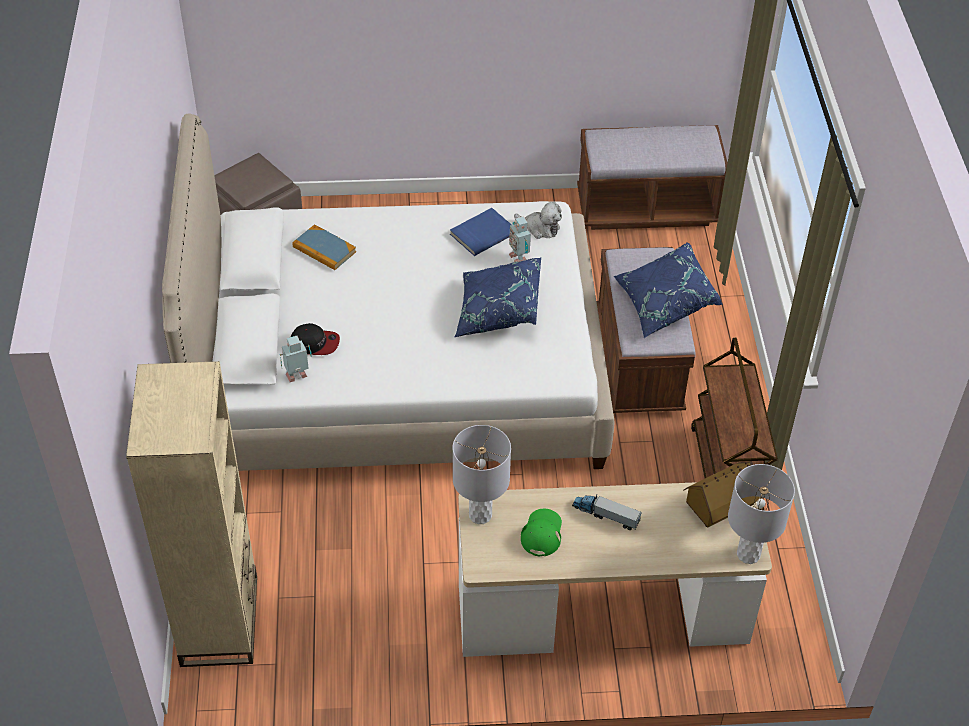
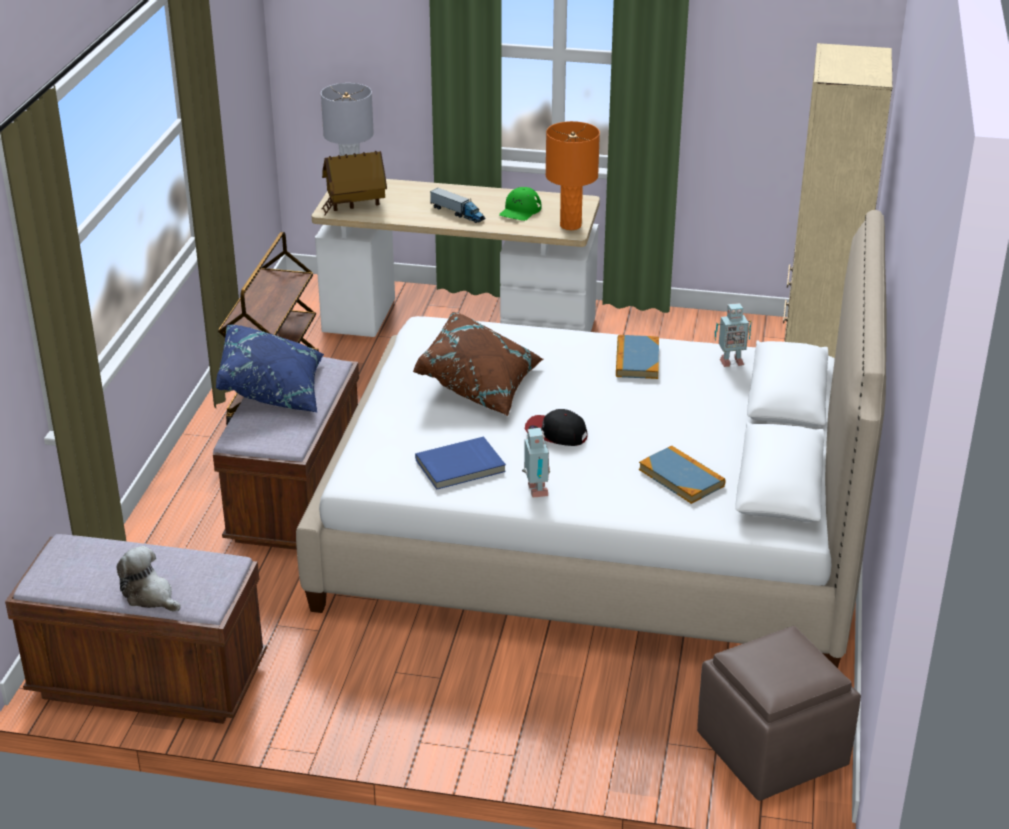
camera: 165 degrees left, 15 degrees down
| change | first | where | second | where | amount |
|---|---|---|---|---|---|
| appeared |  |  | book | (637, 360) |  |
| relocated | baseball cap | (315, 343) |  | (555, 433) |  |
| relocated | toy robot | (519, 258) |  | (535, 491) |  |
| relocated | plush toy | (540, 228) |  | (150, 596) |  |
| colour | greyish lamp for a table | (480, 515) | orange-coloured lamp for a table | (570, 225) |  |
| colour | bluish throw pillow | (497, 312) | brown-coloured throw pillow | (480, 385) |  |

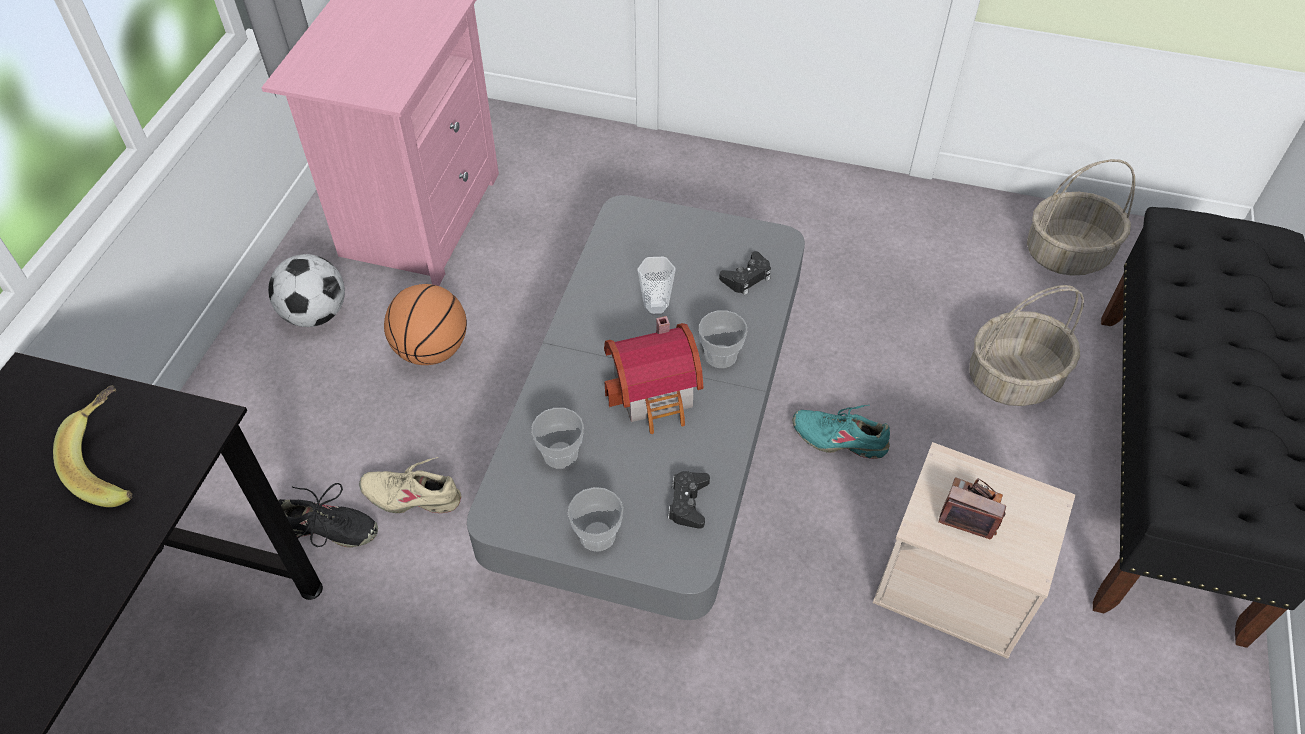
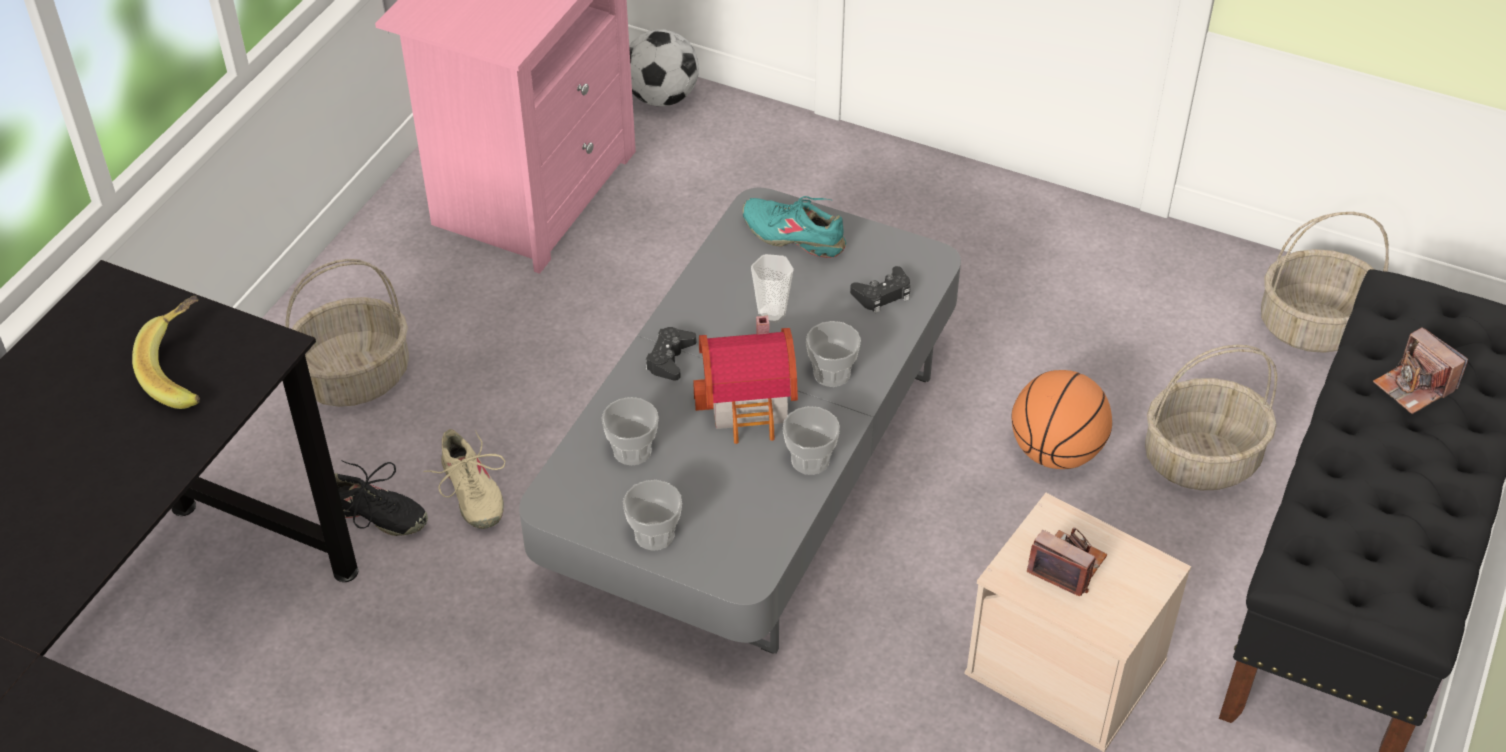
camera: 10 degrees right, 5 degrees down
| change | first | where | second | where | amount |
|---|---|---|---|---|---|
| appeared |  |  | household basket | (355, 376) |  |
| appeared |  |  | drinking cup | (810, 460) |  |
| appeared |  |  | still camera | (1414, 387) |  |
| relocated | ball for football | (315, 314) |  | (662, 98) |  |
| relocated | basketball ball | (432, 350) |  | (1056, 452) |  |
| relocated | black joypad | (688, 503) |  | (670, 358) |  |
| relocated | blue-green low shoe | (839, 438) |  | (794, 235) |  |
| spun | beige-coloured low shoe | (412, 496) |  | (471, 493) | 135 degrees counterclockwise |

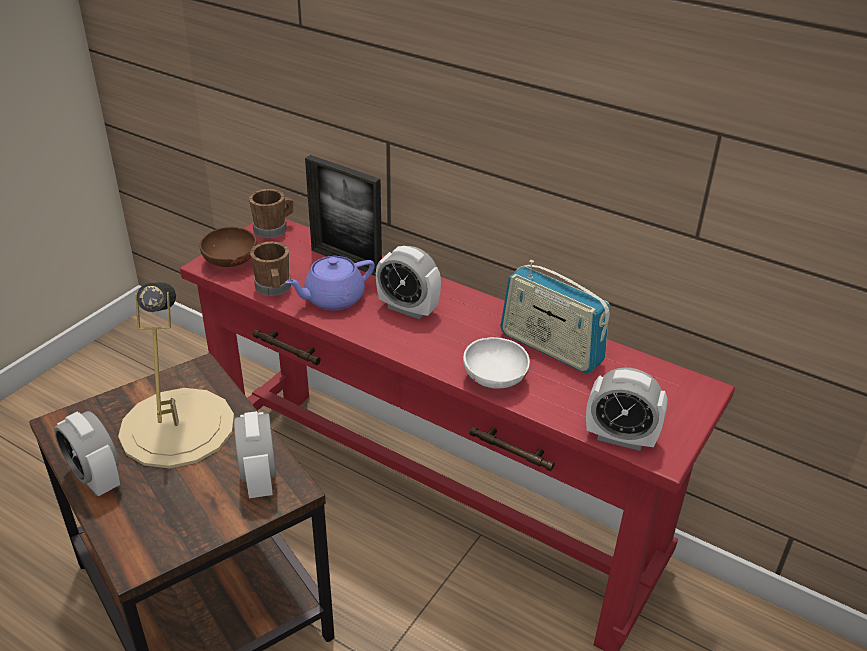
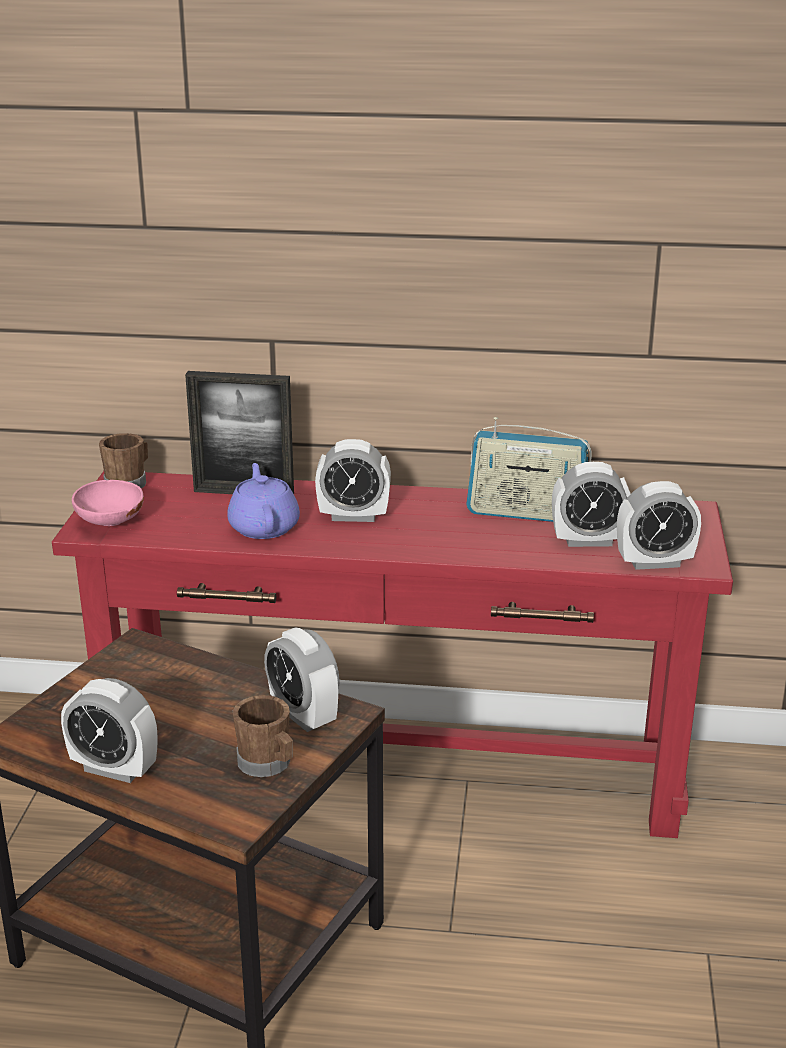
camera: 25 degrees left, 10 degrees down
| change | first | where | second | where | amount |
|---|---|---|---|---|---|
| missing | beige-coloured lamp for a table | (177, 427) |  |  |  |
| missing | white bowl | (494, 381) |  |  |  |
| appeared |  |  | table clock | (588, 541) |  |
| relocated | brown-coloured tea mug | (274, 289) |  | (268, 765) |  |
| colour | brown-coloured bowl | (230, 263) | pink-coloured bowl | (110, 523) |  |
| spun | purplish teapot | (333, 299) |  | (264, 527) | 135 degrees clockwise |

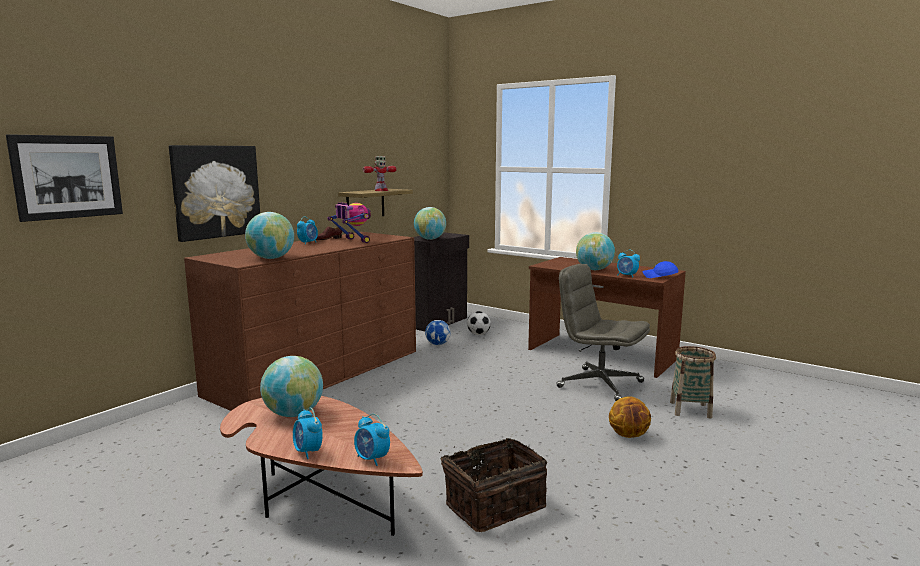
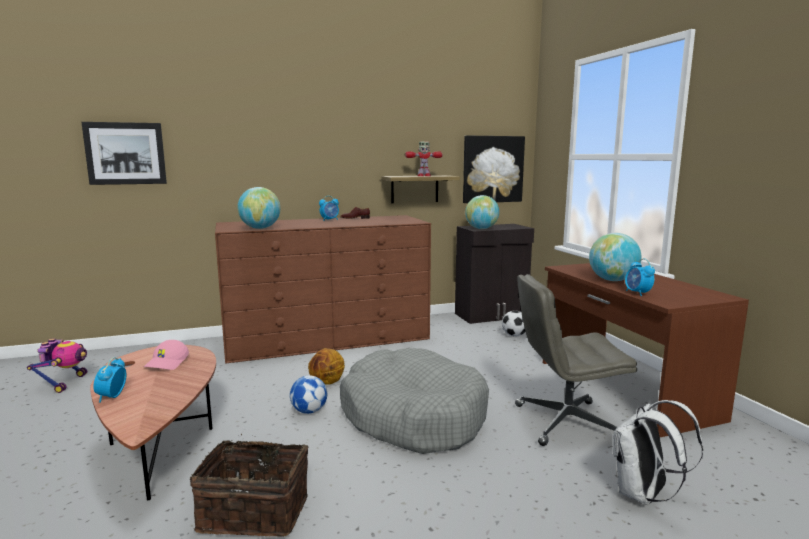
camera: 35 degrees right, 0 degrees up
| change | first | where | second | where | amount |
|---|---|---|---|---|---|
| missing | table clock | (372, 459) |  |  |  |
| missing | bluish baseball cap | (659, 276) |  |  |  |
| appeared |  |  | greyish dog cushion | (413, 416) |  |
| relocated | wall picture | (216, 191) |  | (492, 169) |  |
| relocated | toy robot | (352, 241) |  | (65, 383) |  |
| relocated | ball for football | (437, 344) |  | (309, 411) |  |
| relocated | basketball ball | (629, 435) |  | (327, 383) |  |
| exchanged | desk globe | (293, 414) | pink-coloured baseball cap | (167, 363) |  |
| exchanged | household basket | (690, 410) | white rucksack | (644, 495) |  |
| spun | greyish desk chair | (599, 384) |  | (565, 423) | 75 degrees counterclockwise |

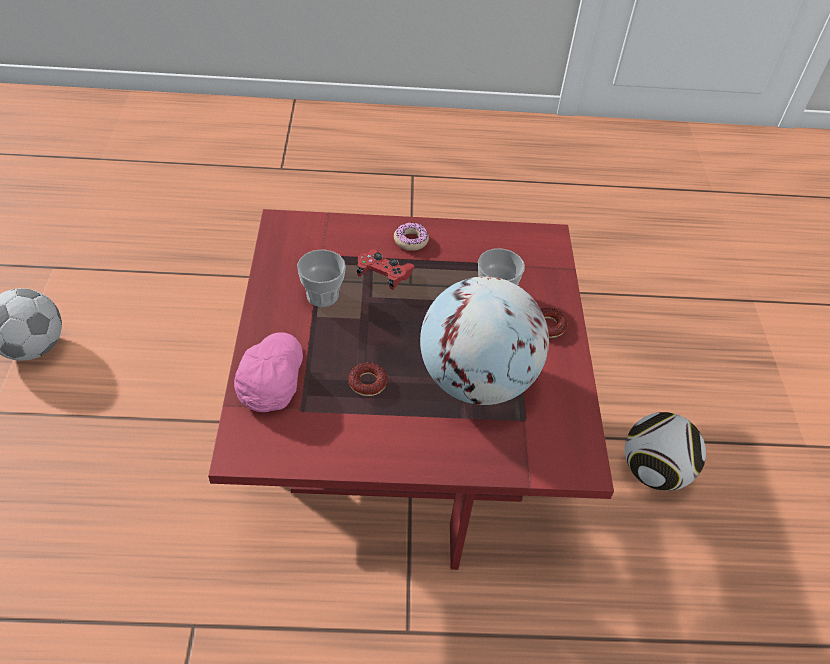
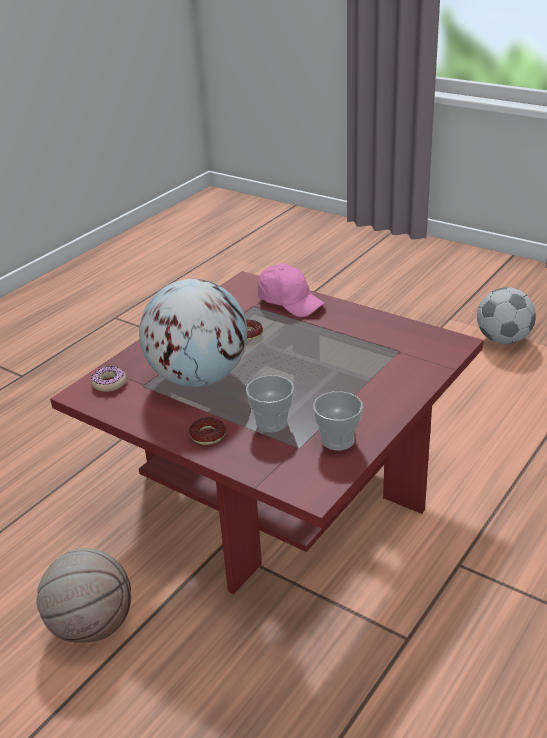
camera: 130 degrees right, 15 degrees down
| change | first | where | second | where | amount |
|---|---|---|---|---|---|
| missing | reddish joypad | (384, 275) |  |  |  |
| relocated | drinking cup | (322, 295) |  | (338, 440) |  |
| relocated | donut | (411, 240) |  | (109, 383) |  |
| exchanged | ball for football | (653, 471) | basketball ball | (91, 625) |  |

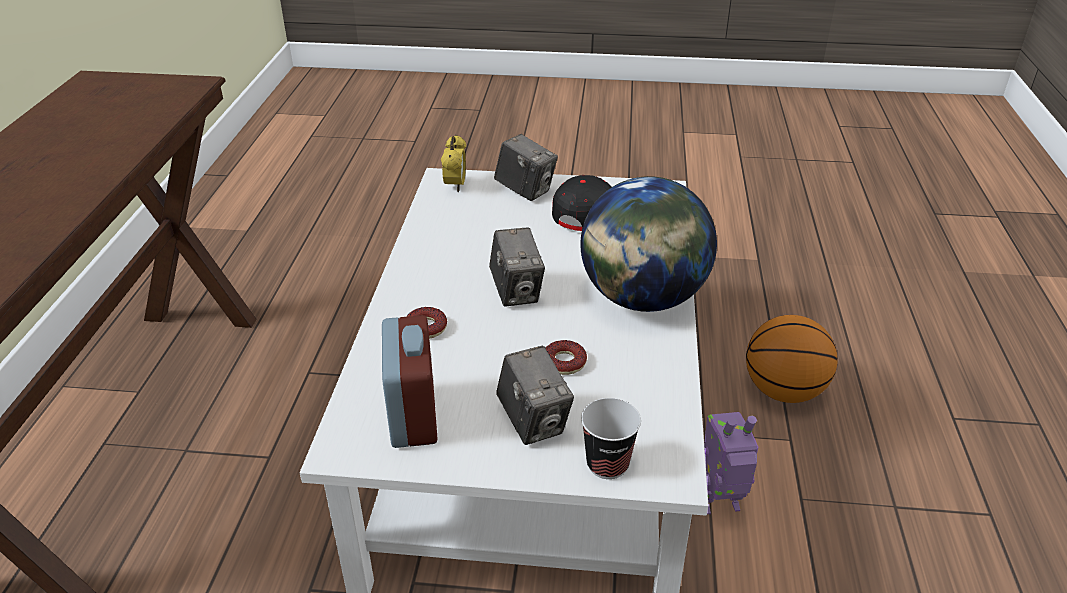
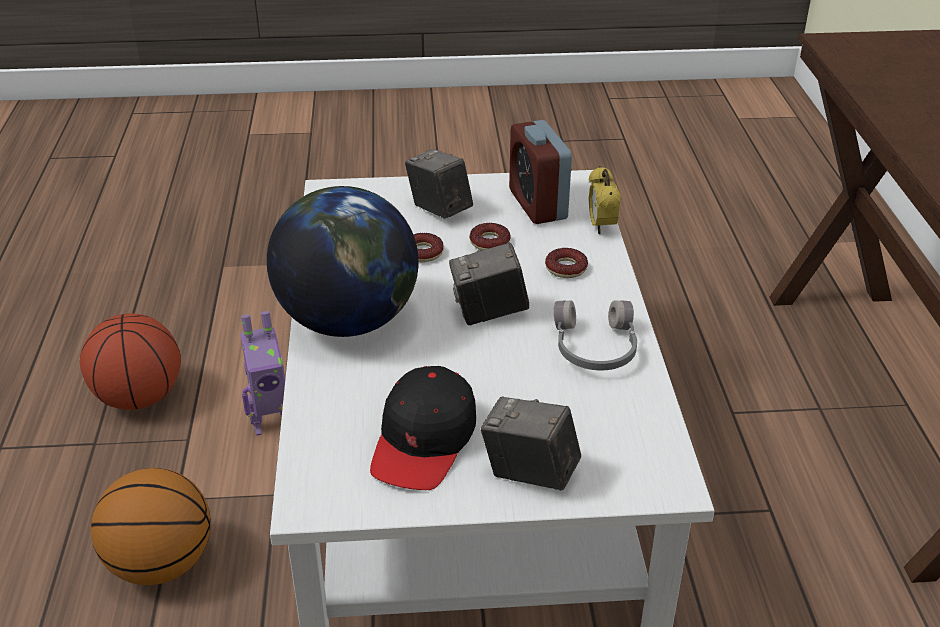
camera: 170 degrees right, 0 degrees up
| change | first | where | second | where | amount |
|---|---|---|---|---|---|
| missing | drinking cup | (607, 464) |  |  |  |
| appeared |  |  | basketball ball | (139, 397) |  |
| appeared |  |  | donut | (490, 242) |  |
| appeared |  |  | greyish pair of headphones | (593, 348) |  |
| relocated | table clock | (455, 186) |  | (601, 227) |  |
| spun | still camera | (516, 292) |  | (489, 313) | 75 degrees counterclockwise |

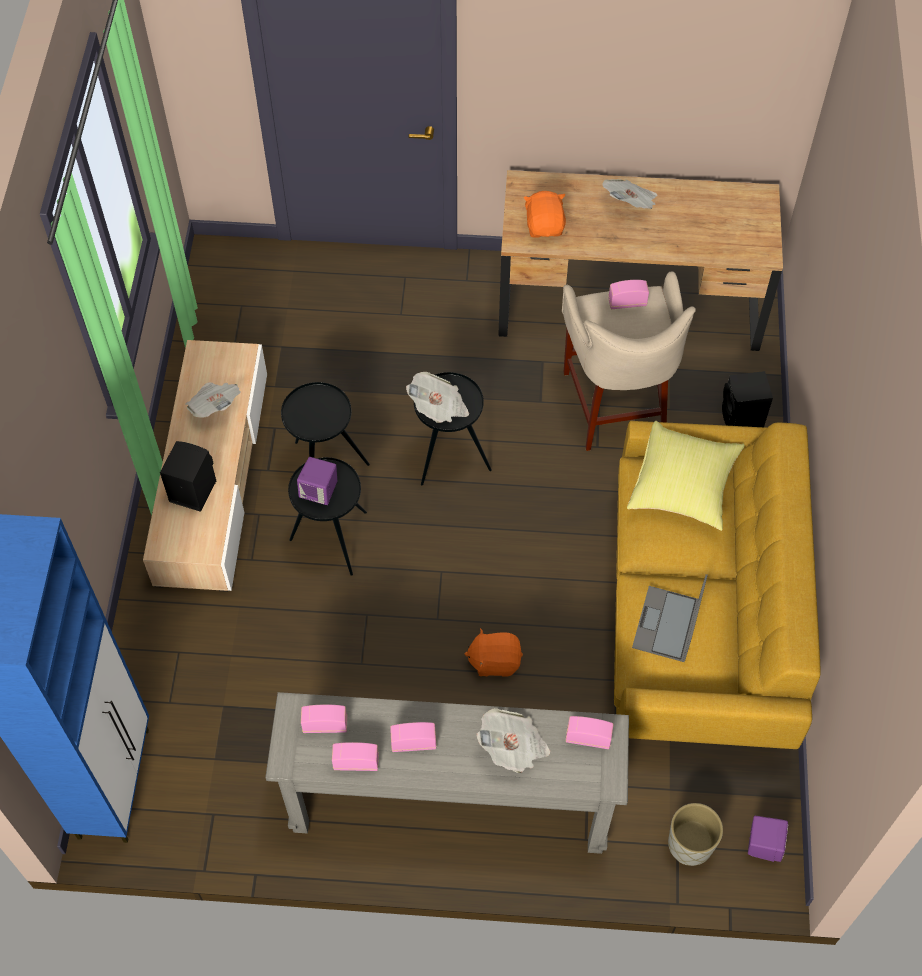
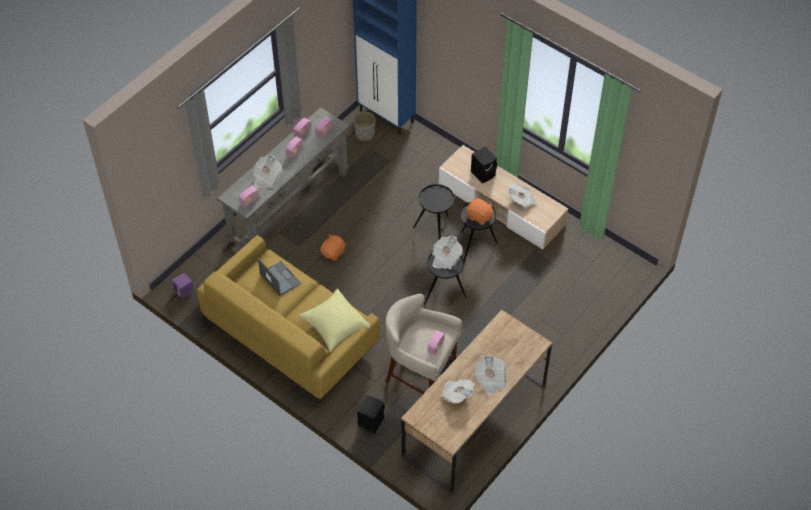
camera: 125 degrees right, 5 degrees down
| change | first | where | second | where | amount |
|---|---|---|---|---|---|
| missing | purplish audio speaker | (319, 492) |  |  |  |
| appeared |  |  | newspaper | (457, 394) |  |
| relocated | orange-coloured plush toy | (545, 226) |  | (479, 216) |  |
| relocated | greyish planter | (690, 844) |  | (364, 134) |  |

